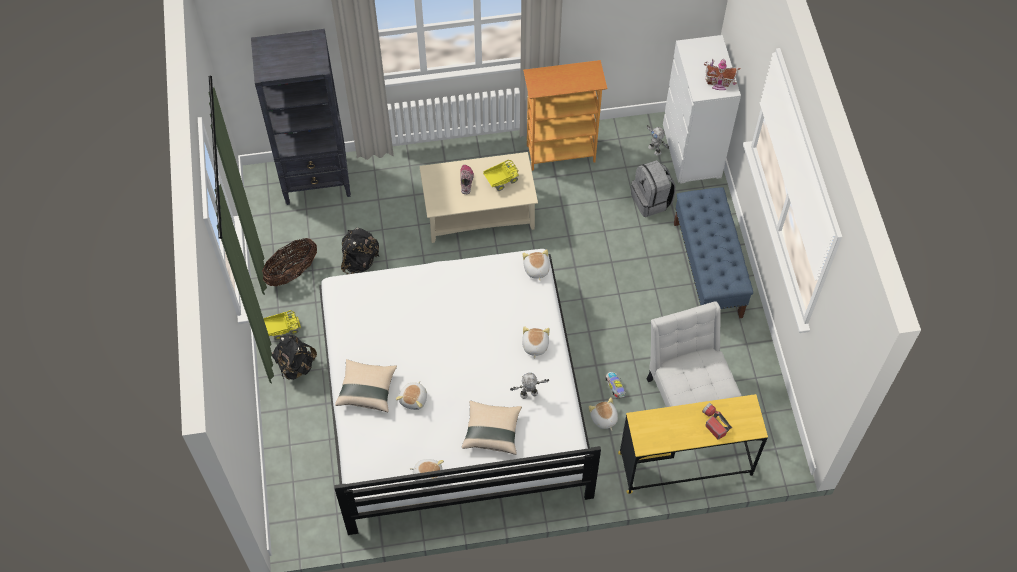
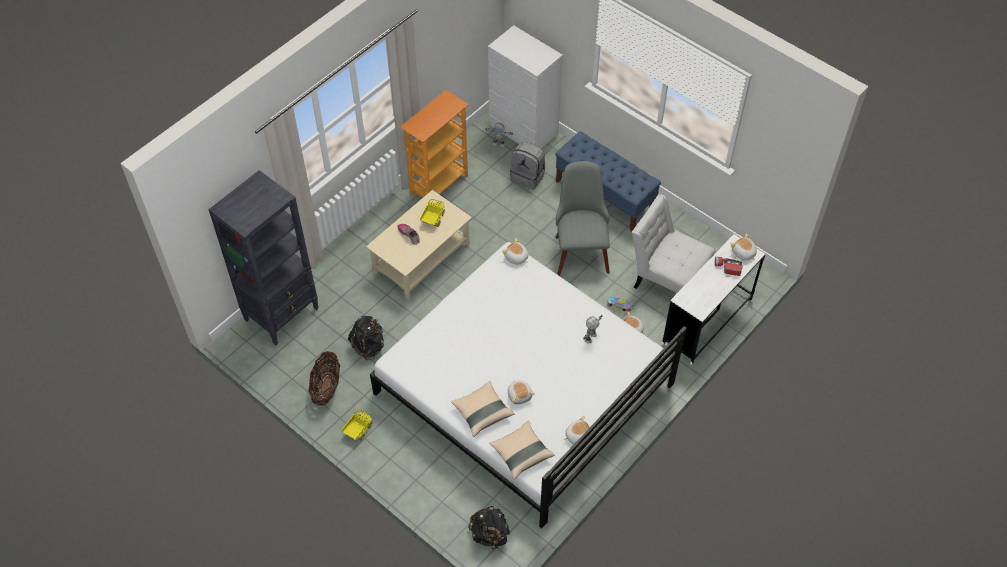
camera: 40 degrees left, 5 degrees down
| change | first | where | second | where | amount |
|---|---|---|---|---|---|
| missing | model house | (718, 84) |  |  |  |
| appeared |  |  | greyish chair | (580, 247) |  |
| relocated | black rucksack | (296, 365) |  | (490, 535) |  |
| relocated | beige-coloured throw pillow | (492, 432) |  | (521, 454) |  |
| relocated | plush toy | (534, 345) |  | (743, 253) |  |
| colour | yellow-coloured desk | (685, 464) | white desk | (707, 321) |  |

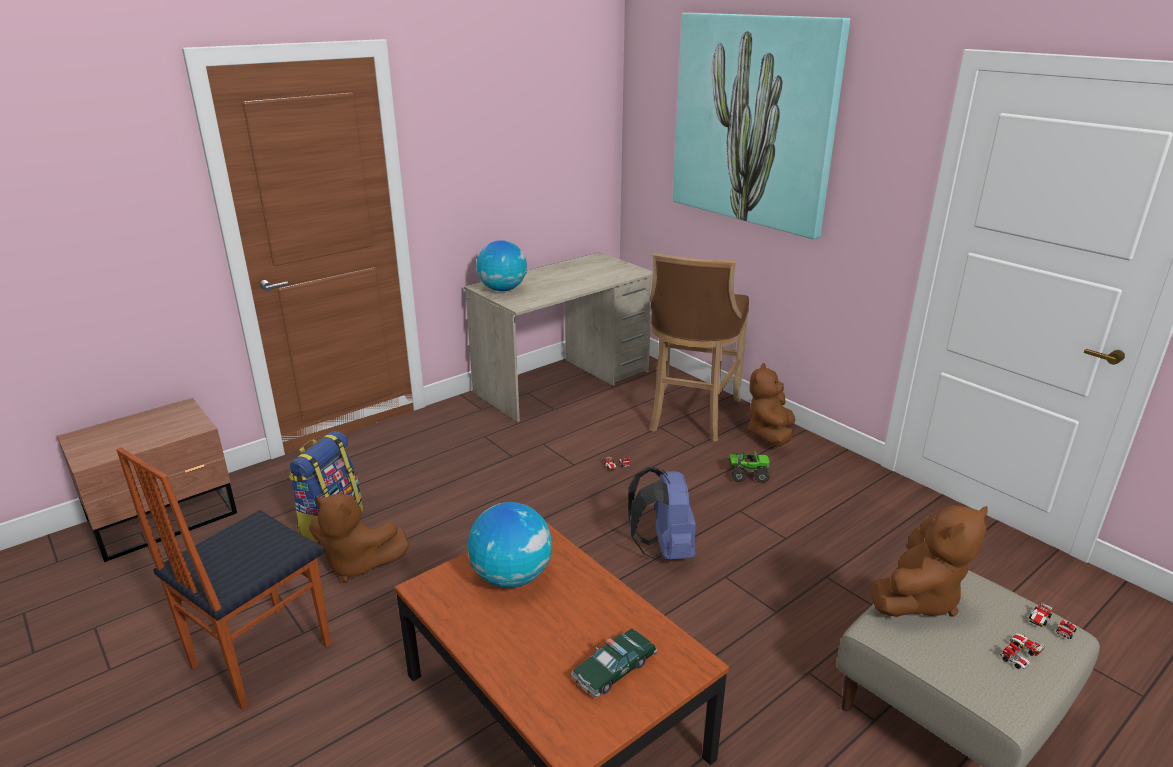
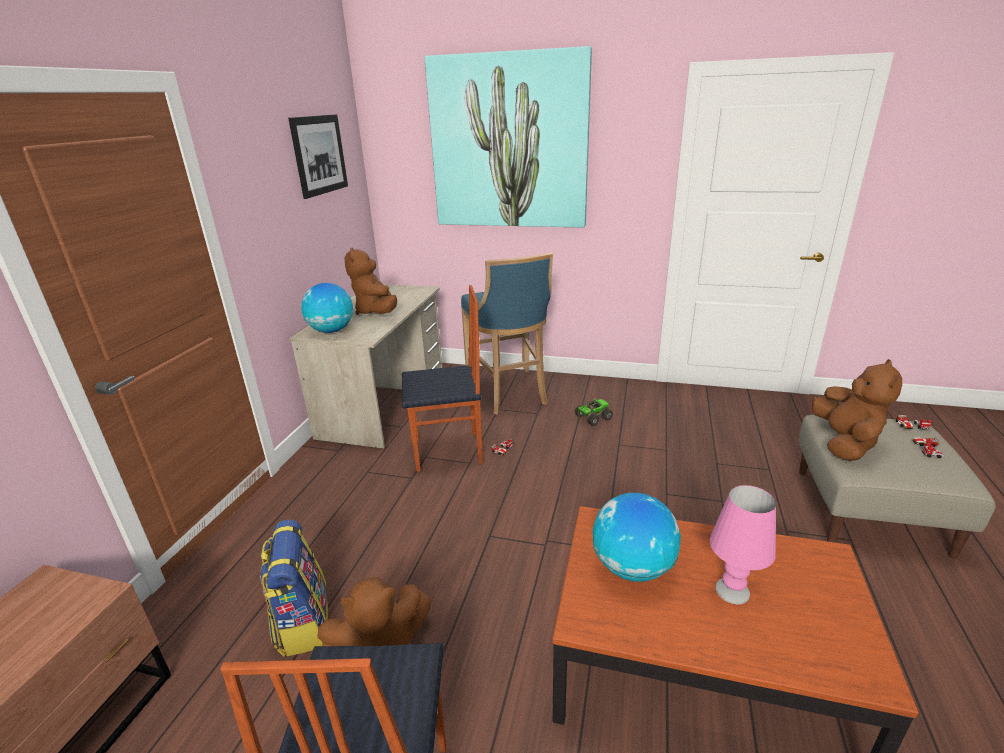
camera: 35 degrees left, 0 degrees up
| change | first | where | second | where | amount |
|---|---|---|---|---|---|
| missing | miniature car | (614, 669) |  |  |  |
| missing | bluish rucksack | (664, 550) |  |  |  |
| appeared |  |  | wall picture | (319, 155) |  |
| appeared |  |  | chair | (448, 452) |  |
| appeared |  |  | pink-coloured lamp for a table | (732, 591) |  |
| relocated | brown-coloured plush toy | (770, 435) |  | (376, 312) |  |
| colour | brown-coloured sitting stool | (691, 416) | bluish sitting stool | (509, 393) |  |

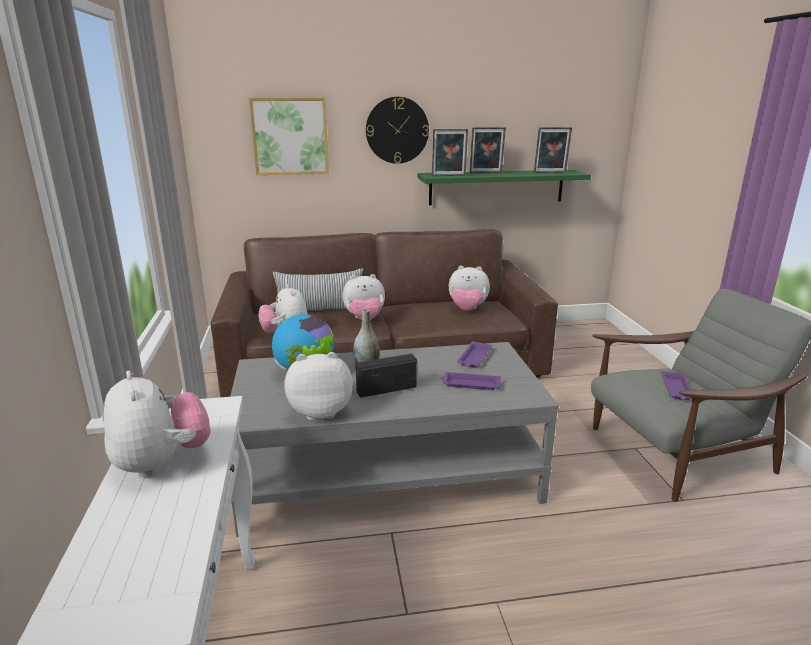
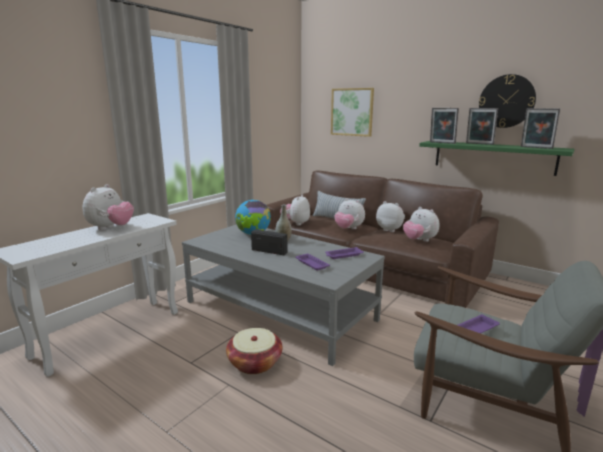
camera: 45 degrees right, 5 degrees down
| change | first | where | second | where | amount |
|---|---|---|---|---|---|
| appeared |  |  | household basket | (255, 362) |  |
| relocated | plush toy | (320, 411) |  | (390, 230) |  |
| relocated | hanging clock | (397, 130) |  | (506, 101) |  |

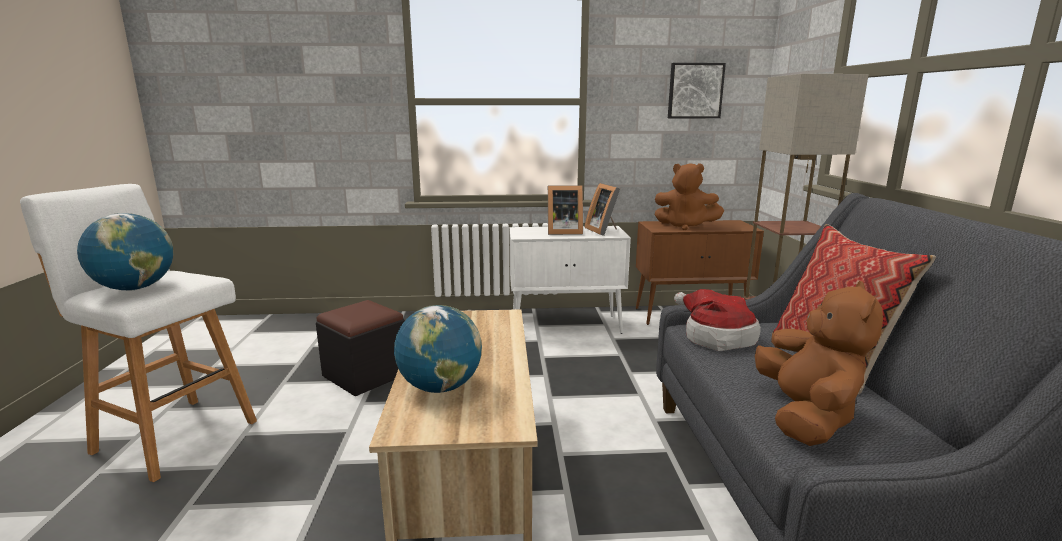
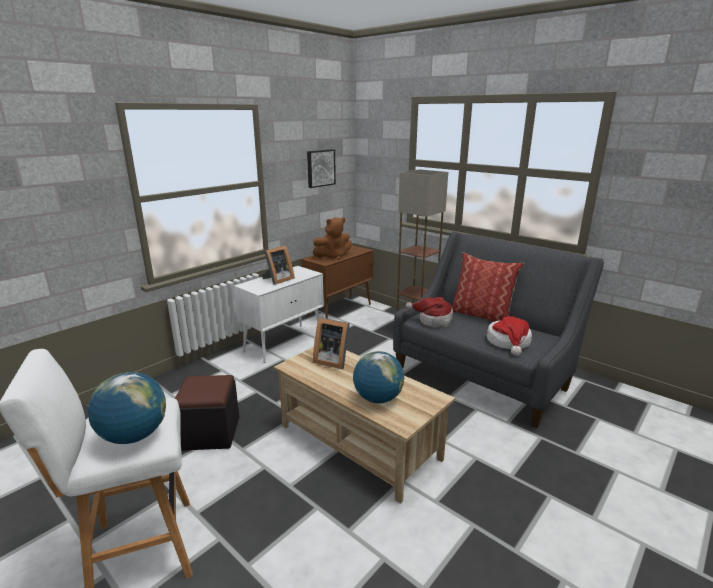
camera: 45 degrees left, 5 degrees up
| change | first | where | second | where | amount |
|---|---|---|---|---|---|
| relocated | photo frame | (604, 231) |  | (332, 360) |  |
| exchanged | brown-coloured plush toy | (805, 417) | clothing hat | (508, 342) |  |

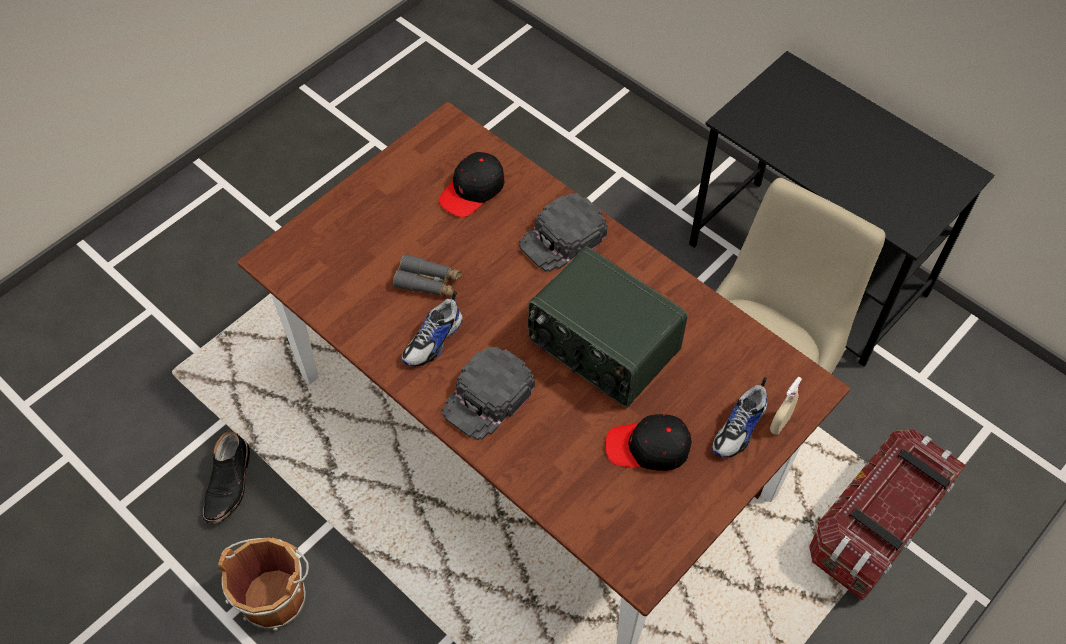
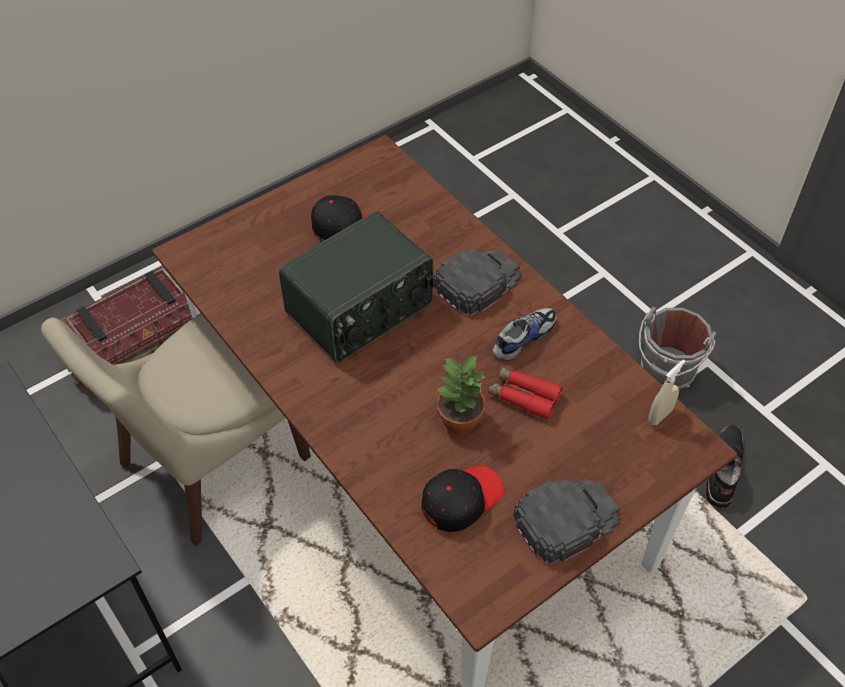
camera: 170 degrees left, 5 degrees down
| change | first | where | second | where | amount |
|---|---|---|---|---|---|
| missing | low shoe | (740, 428) |  |  |  |
| appeared |  |  | plant in a pot | (459, 420) |  |
| relocated | black baseball cap | (562, 238) |  | (566, 520) |  |
| relocated | beige-coloured sprayer | (780, 423) |  | (660, 416) |  |
| colour | brown-coloured bucket | (275, 596) | greyish bucket | (667, 372) |  |
| colour | greyish field glasses | (428, 282) | reddish field glasses | (523, 396) |  |
| spun | radio | (602, 347) |  | (361, 310) | 90 degrees clockwise |

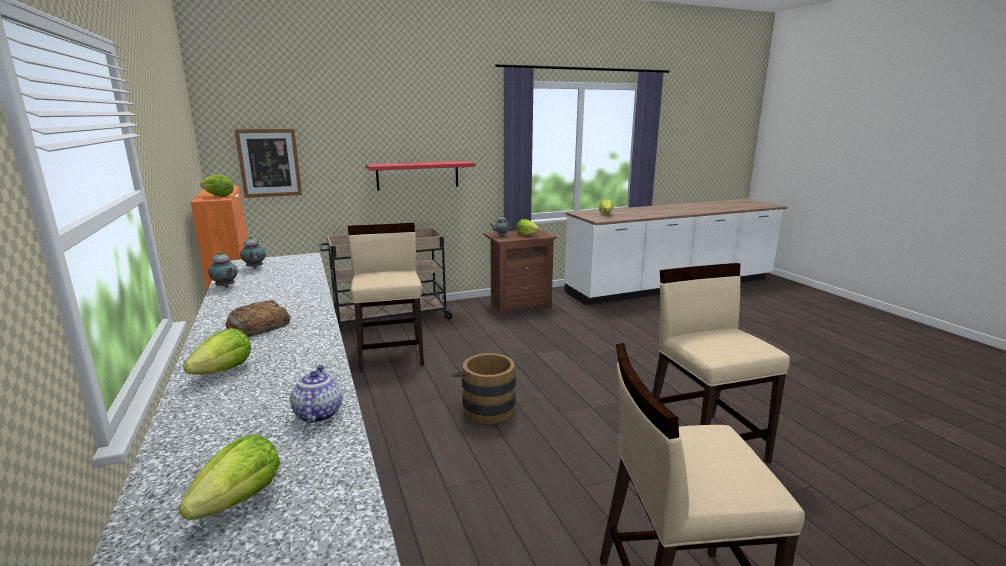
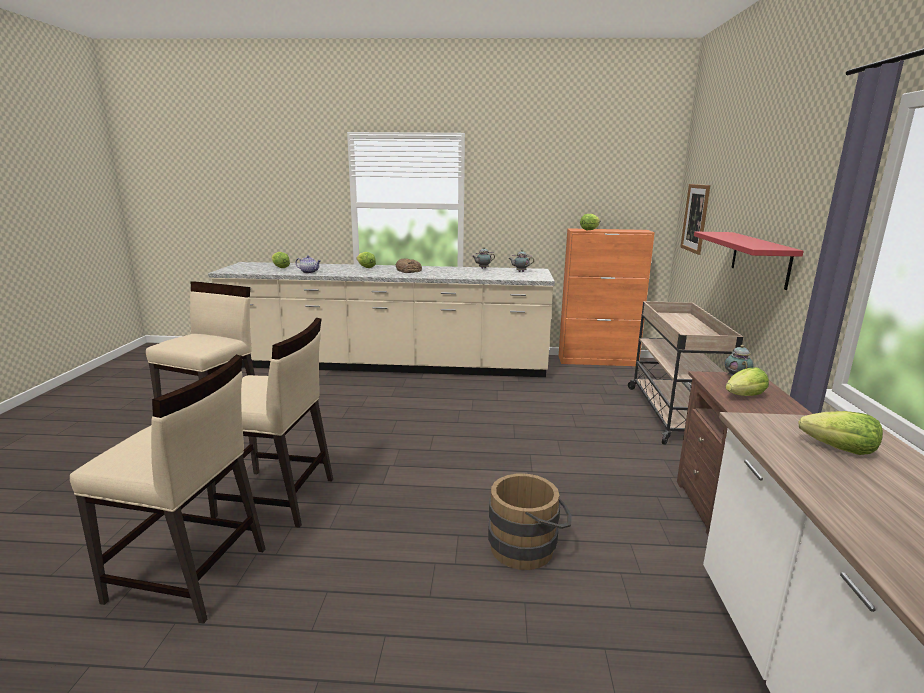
camera: 115 degrees right, 0 degrees up
| change | first | where | second | where | amount |
|---|---|---|---|---|---|
| relocated | beige-coloured chair | (391, 354) |  | (189, 575) |  |
| relocated | brown-coloured bucket | (486, 407) |  | (528, 547) |  |

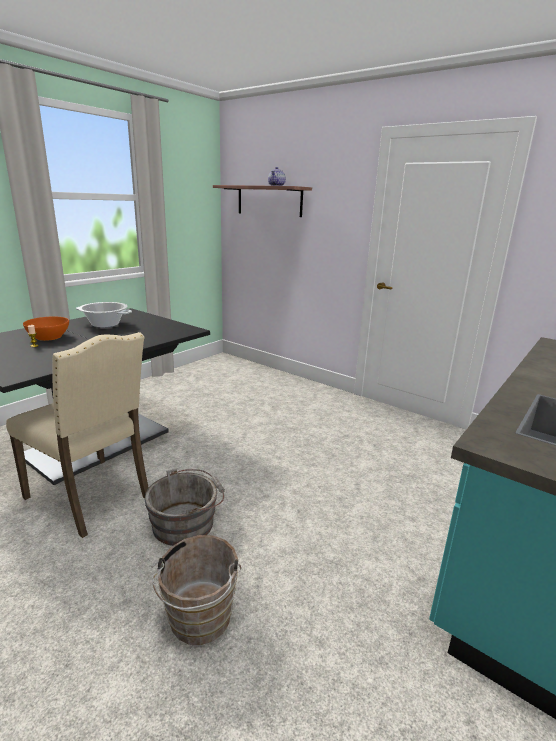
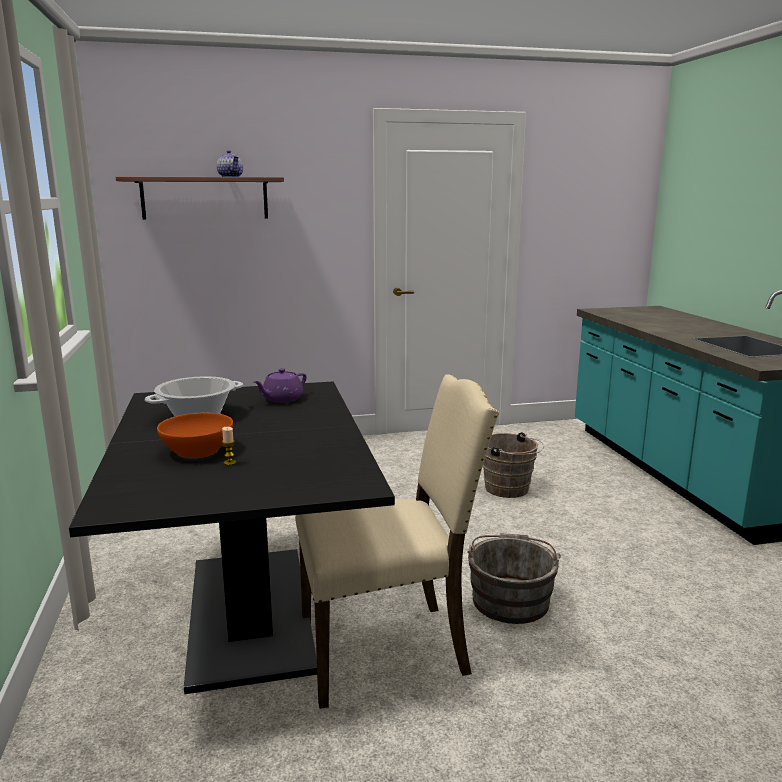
camera: 50 degrees left, 5 degrees down
| change | first | where | second | where | amount |
|---|---|---|---|---|---|
| appeared |  |  | purplish teapot | (281, 399) |  |
| relocated | brown-coloured bucket | (199, 622) |  | (510, 489) |  |

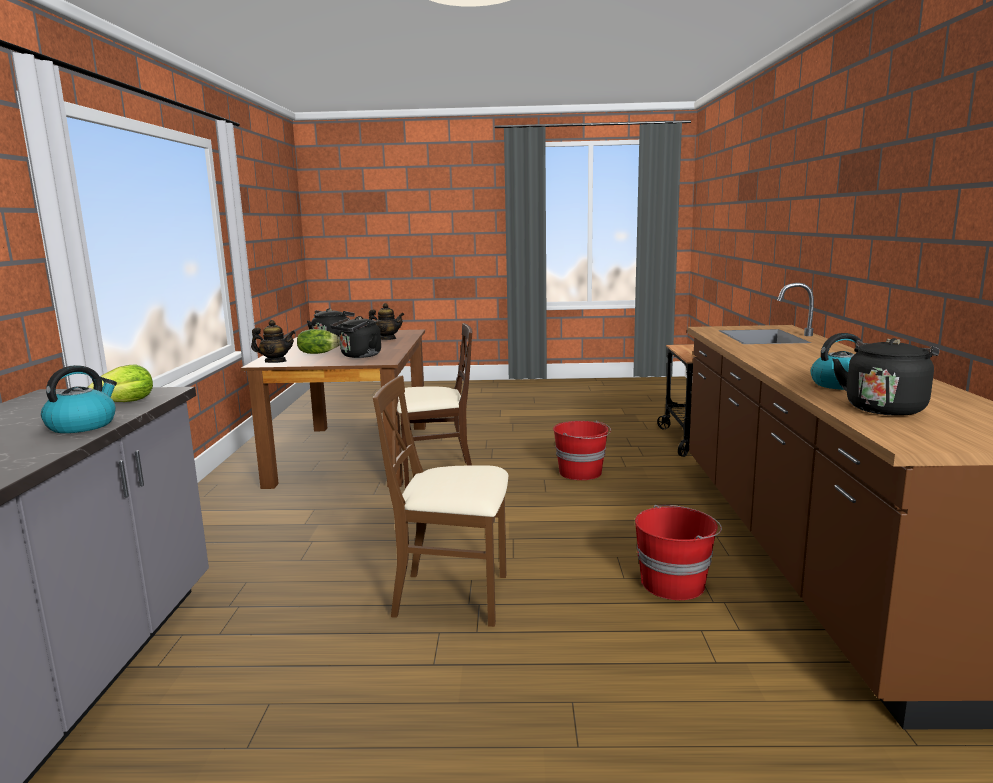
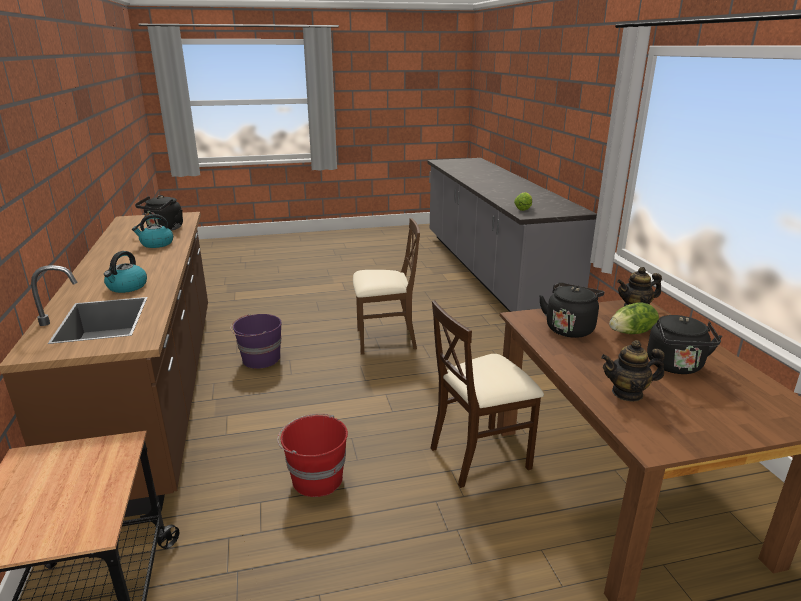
camera: 165 degrees right, 10 degrees up
| change | first | where | second | where | amount |
|---|---|---|---|---|---|
| relocated | tea kettle | (83, 425) |  | (127, 287) |  |
| colour | reddish bucket | (674, 583) | purplish bucket | (260, 359) |  |

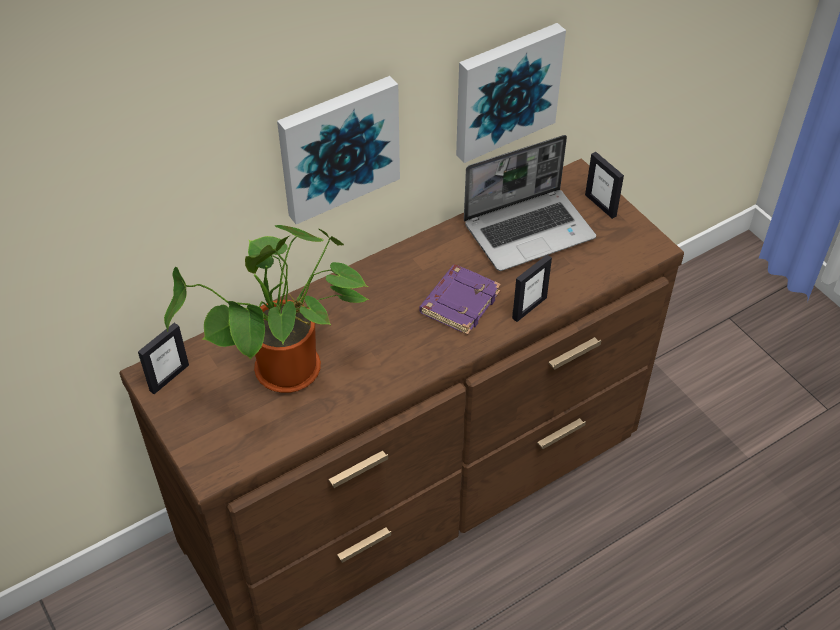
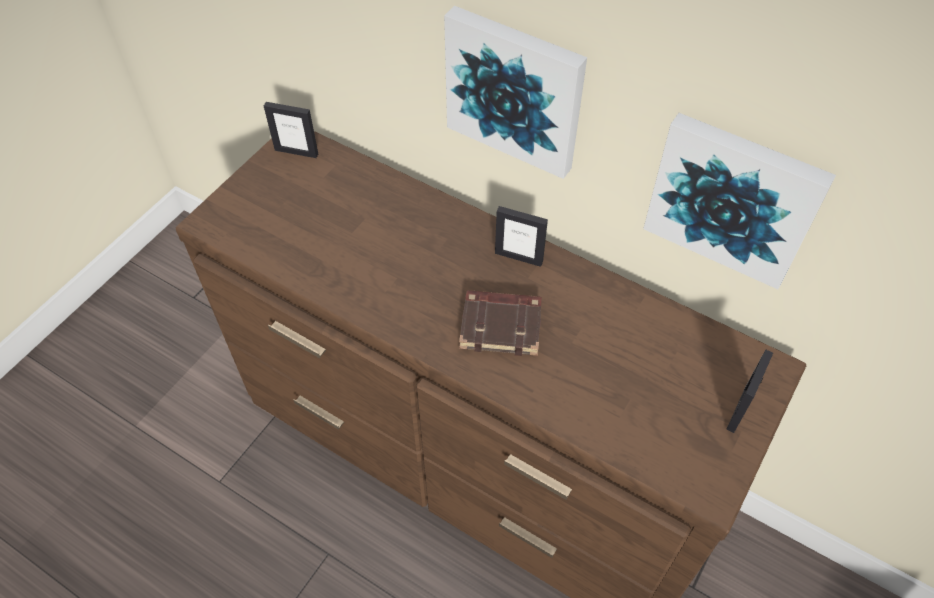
camera: 65 degrees right, 5 degrees up
| change | first | where | second | where | amount |
|---|---|---|---|---|---|
| missing | plant in a pot | (285, 376) |  |  |  |
| missing | portable computer | (529, 230) |  |  |  |
| relocated | photo frame | (529, 308) |  | (519, 257) |  |
| colour | purplish book | (459, 302) | brown-coloured book | (502, 325) |  |

